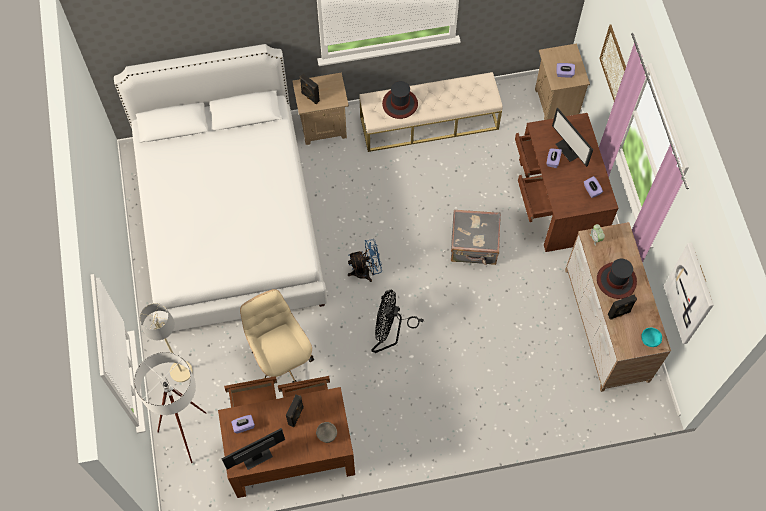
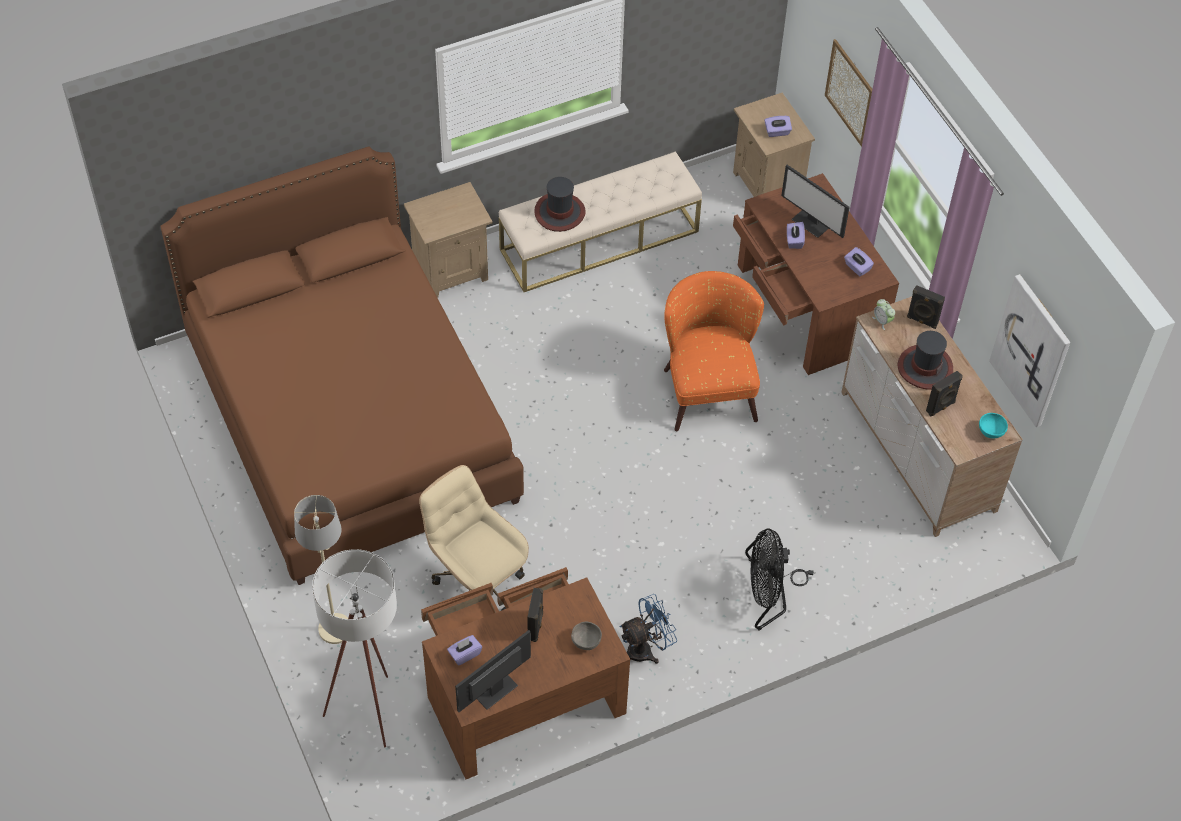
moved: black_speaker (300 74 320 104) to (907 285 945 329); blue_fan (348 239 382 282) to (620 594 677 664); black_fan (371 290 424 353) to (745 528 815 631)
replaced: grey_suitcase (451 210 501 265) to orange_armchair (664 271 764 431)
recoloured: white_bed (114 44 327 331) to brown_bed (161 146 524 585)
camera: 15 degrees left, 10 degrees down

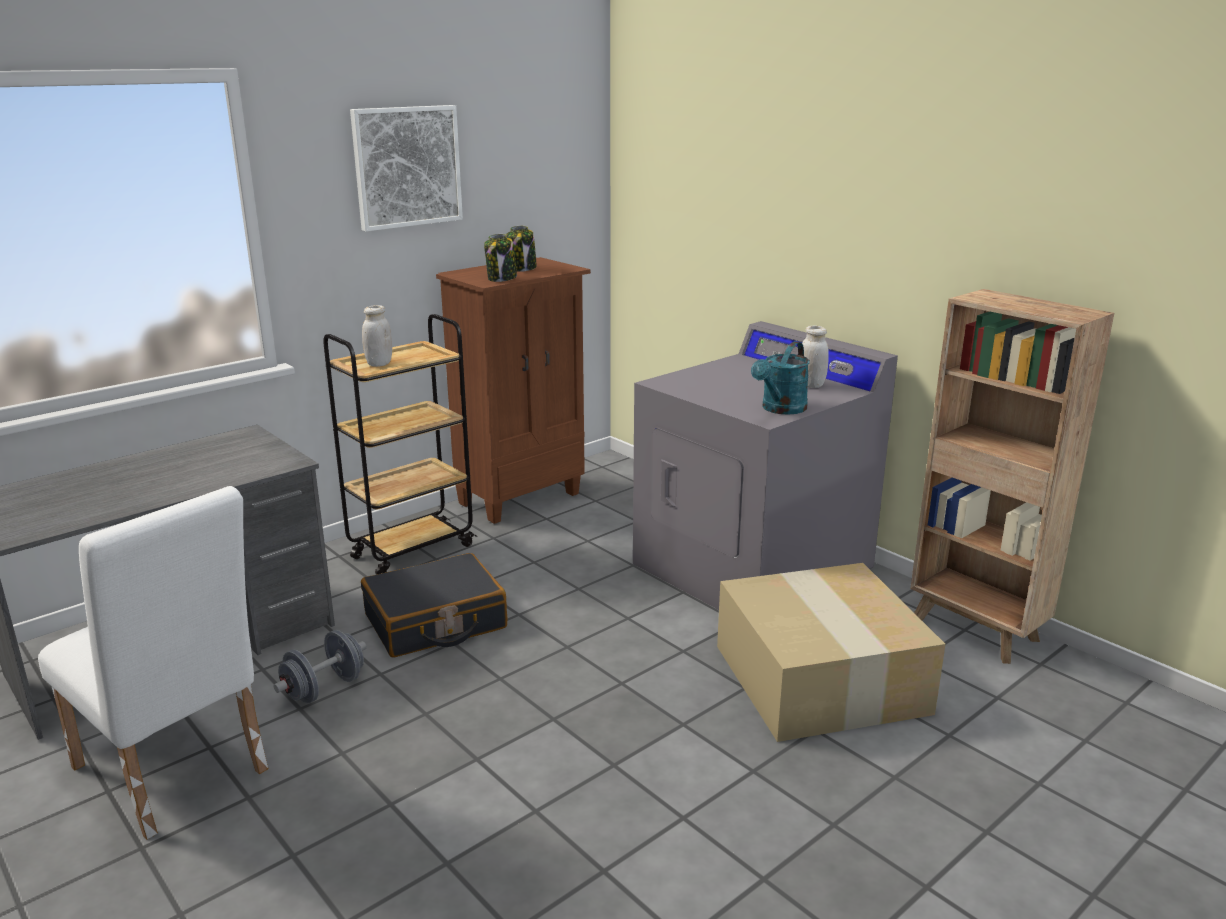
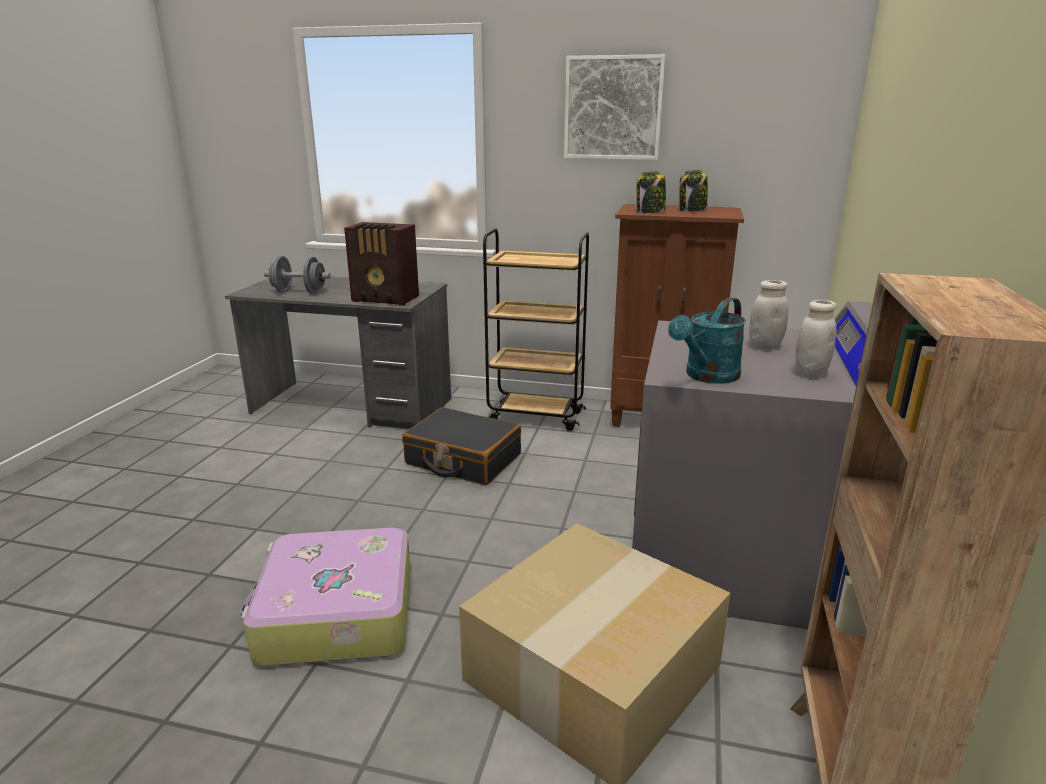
removed: white_chair (38 486 269 840)
added: suitcase (240 528 410 666); radio (344 222 419 306)
moved: grey_dumbbell (274 630 367 703) to (264 256 330 293); white_jar (362 305 392 367) to (749 280 789 350)
turned: turquoise_watering_can (751 341 810 415) = (668 297 746 384) 45 degrees counterclockwise
camera: 55 degrees right, 0 degrees up

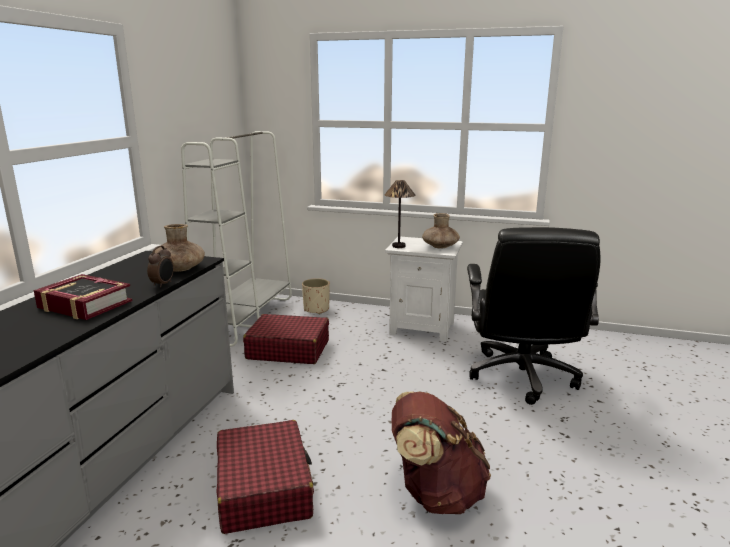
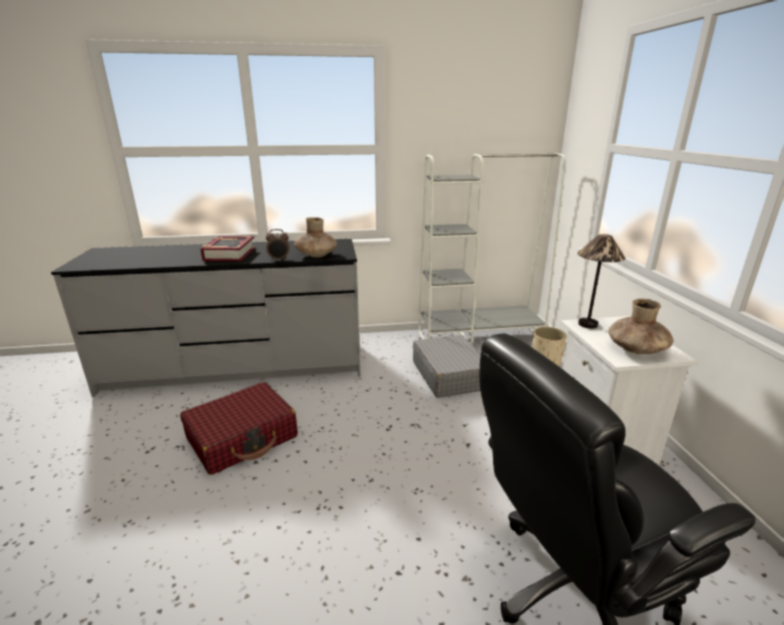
removed: brown_backpack (392 391 491 514)
recoloured: red_suitcase (243 314 329 364) to grey_suitcase (413 335 481 398)
camera: 65 degrees right, 5 degrees up

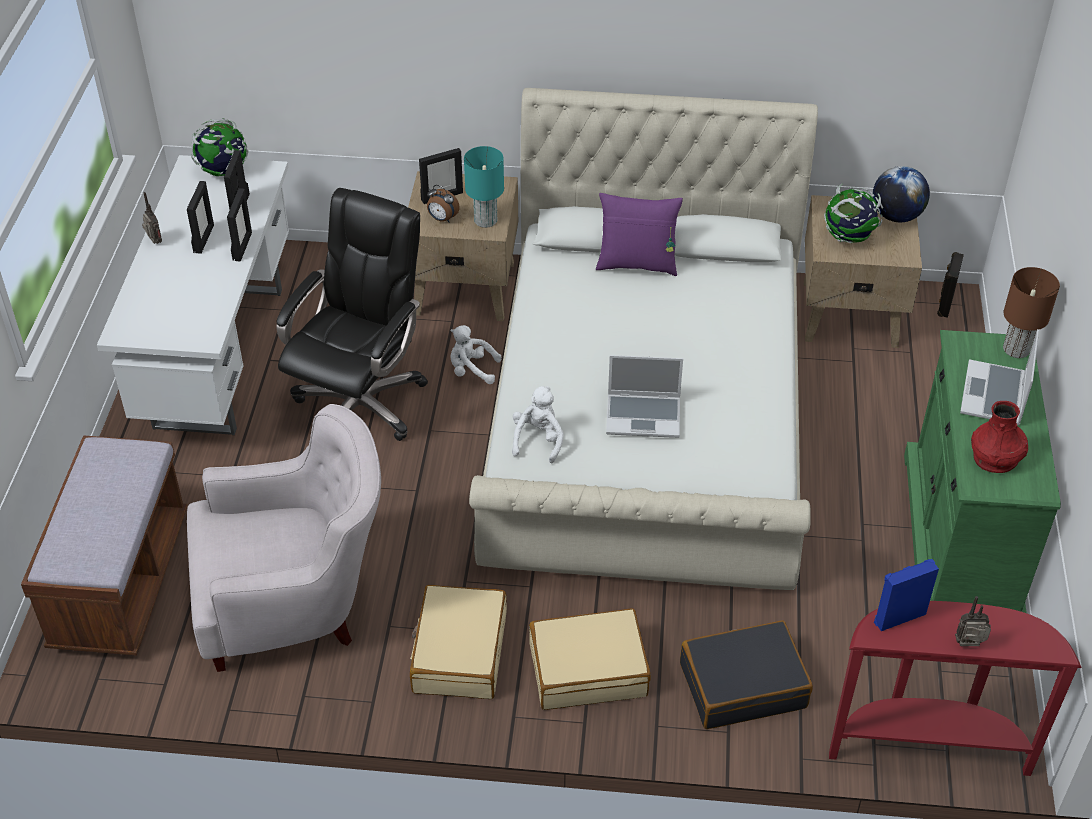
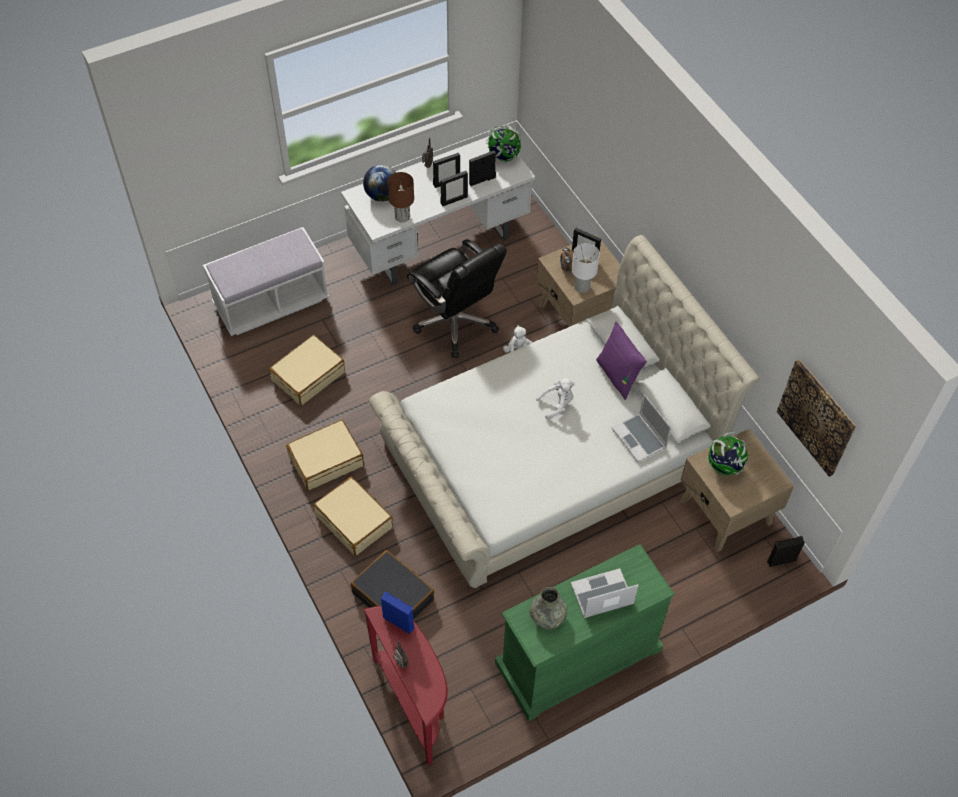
added: picture (777 359 856 477)
moved: white_plush_toy (512 386 564 463) to (536 378 575 419); laptop (606 355 683 438) to (612 394 671 462); globe (873 166 930 222) to (363 165 398 202); brown_table_lamp (1003 267 1060 358) to (388 172 414 222)
replaced: white_armchair (187 404 381 672) to beige_suitcase (269 335 345 406)
recoloured: brown_bench (21 435 188 656) to white_bench (203 227 329 336); turquoise_table_lamp (464 146 504 228) to white_table_lamp (572 243 600 293); red_vase (971 401 1028 473) to grey_vase (530 587 567 630)
turned: black_office_chair (276 188 428 441) = (407 239 507 358) 60 degrees clockwise
camera: 55 degrees right, 10 degrees up

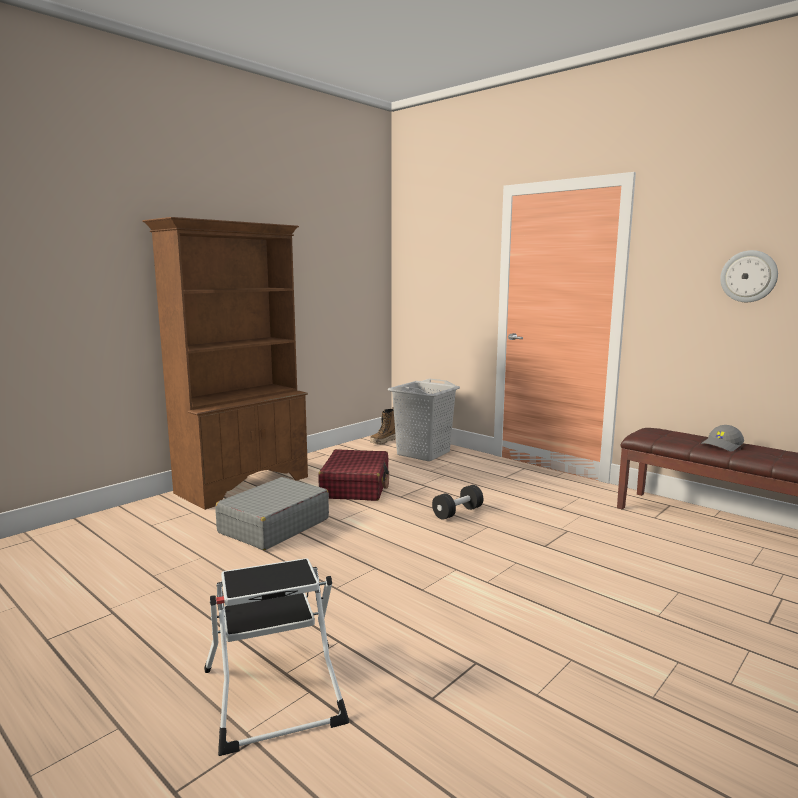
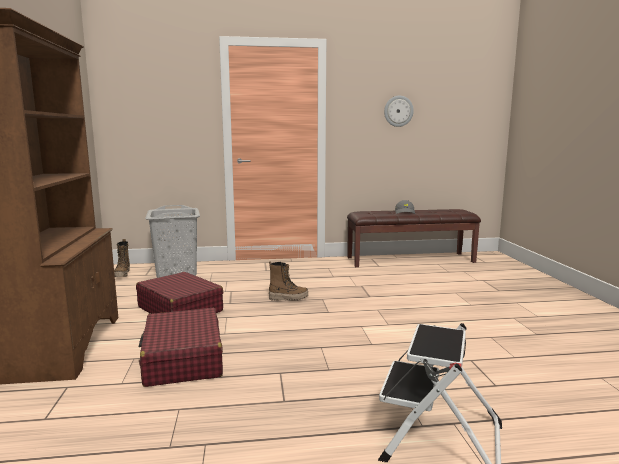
replaced: black_dumbbell (432 485 483 520) to boot (269 261 308 301)
recoloured: grey_suitcase (216 477 329 550) to red_suitcase (139 308 223 387)
camera: 50 degrees left, 0 degrees up

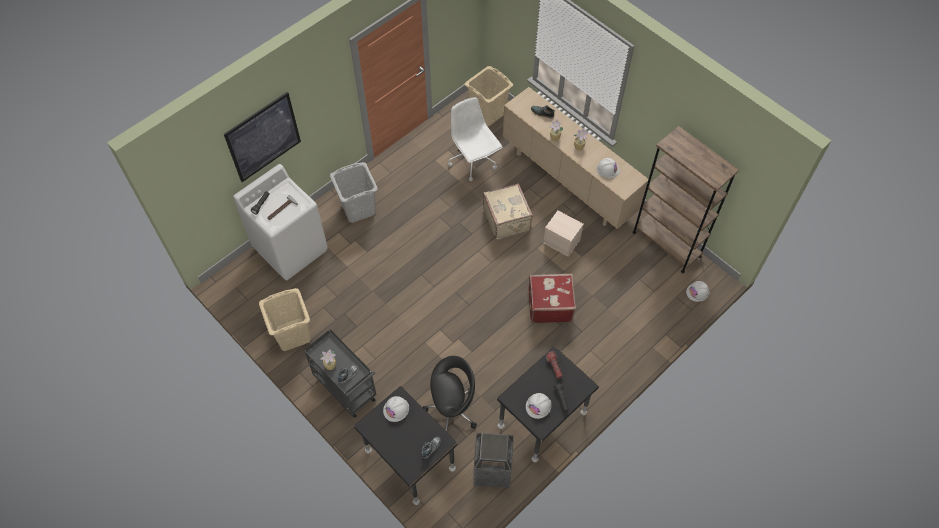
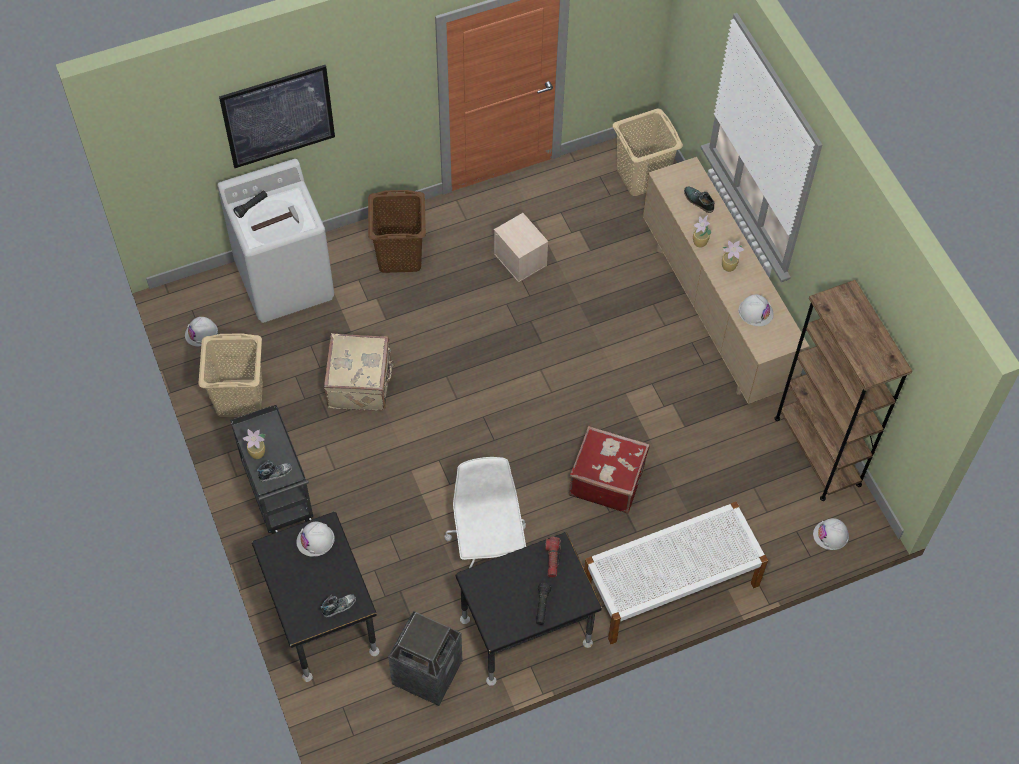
removed: black_office_chair (423 356 477 432)
added: white_bench (584 501 768 644)
moved: white_office_chair (448 97 502 181) to (444 457 526 568); beige_suitcase (483 184 533 240) to (324 333 395 411); white_hard_hat (526 393 551 419) to (185 317 218 347); beige_storage_box (543 211 584 257) to (494 213 548 283)
recoloured: grey_laundry_basket (330 162 378 223) to brown_laundry_basket (368 190 426 273)
camera: 20 degrees right, 0 degrees up

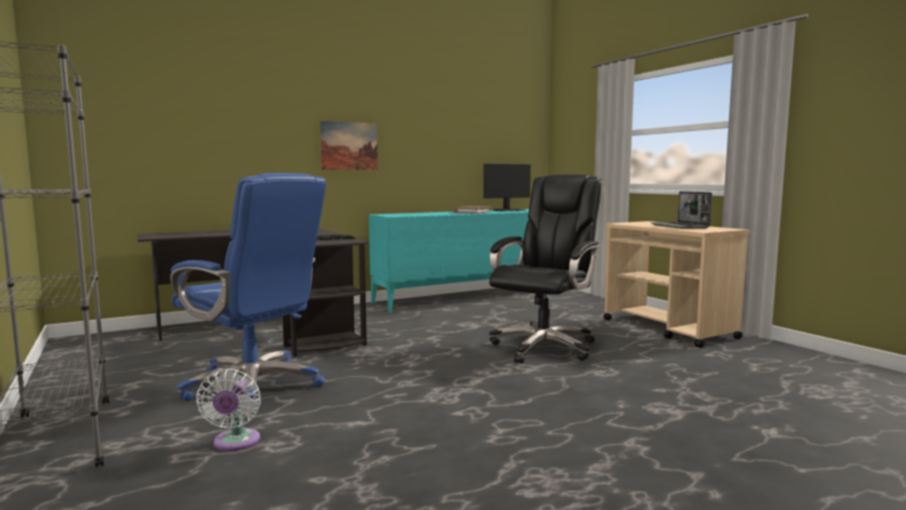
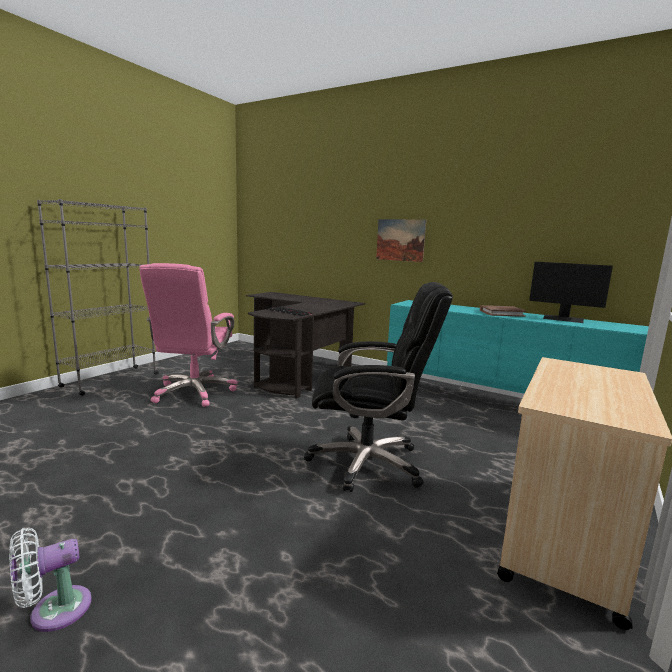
removed: laptop (651 191 712 229)
moved: white_fan (196 369 261 451) to (9 528 92 632)
recoloured: blue_office_chair (170 173 326 412) to pink_office_chair (139 263 238 407)
camera: 60 degrees right, 5 degrees up

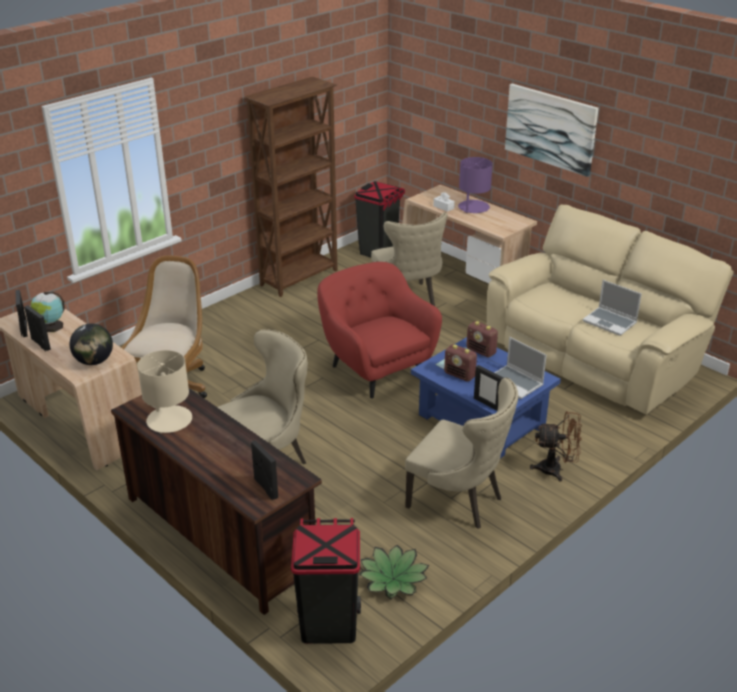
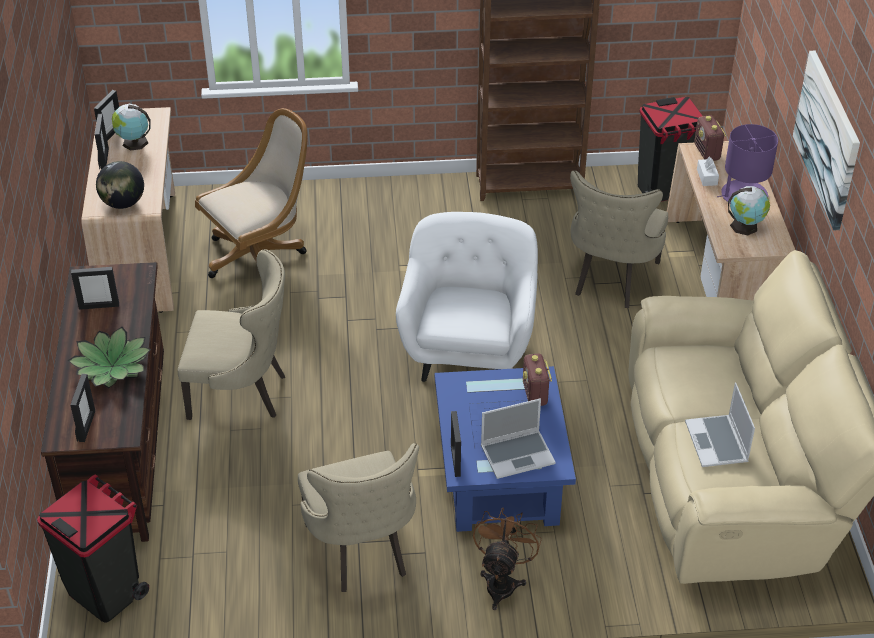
added: globe (728 186 770 235)
moved: potted_plant (359 545 429 599) to (68 327 151 388); radio (444 344 477 381) to (694 115 726 161)
replaced: beige_table_lamp (137 350 192 433) to picture_frame (71 267 119 310)
recoloured: red_armchair (317 262 442 398) to white_armchair (396 212 538 382)
turned: laptop (495 337 546 399) = (481 398 556 479) 105 degrees counterclockwise; brown_fan (530 411 582 482) = (473 508 542 610) 120 degrees counterclockwise
camera: 40 degrees right, 10 degrees up

